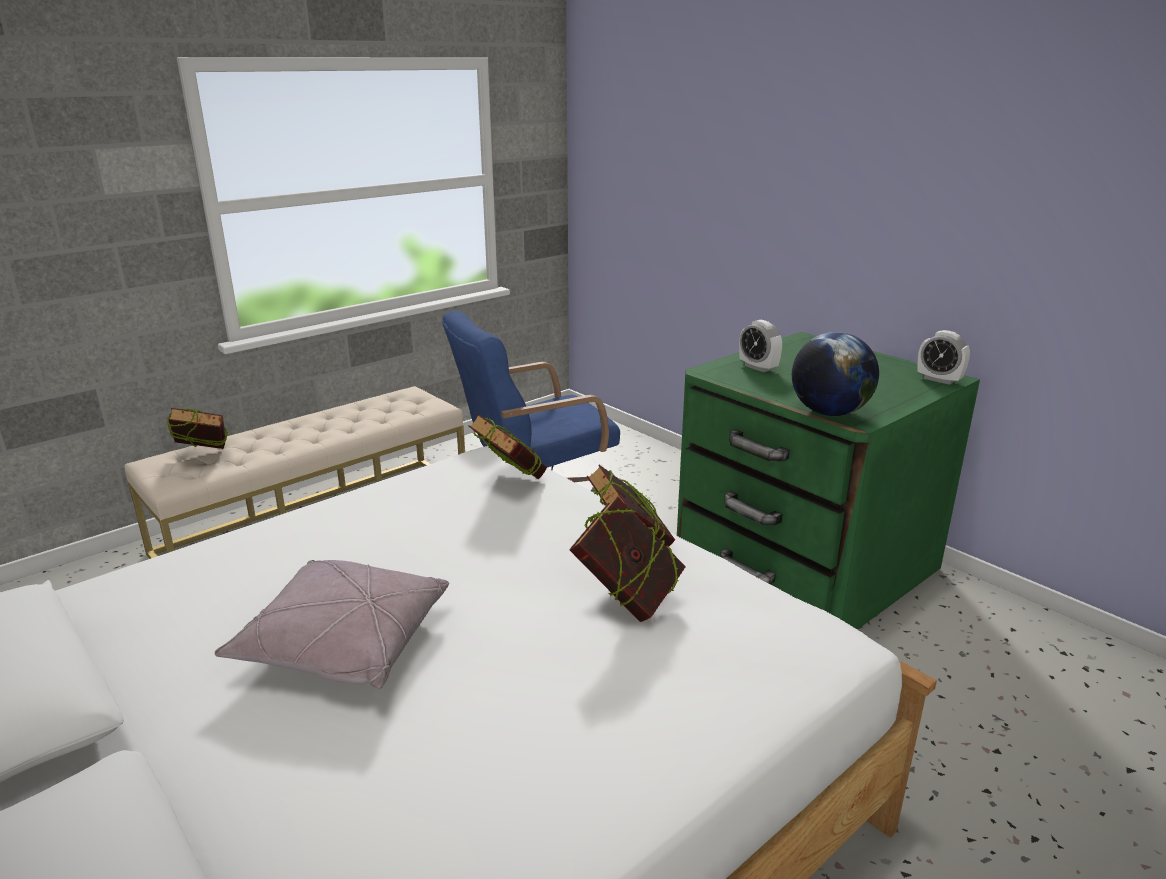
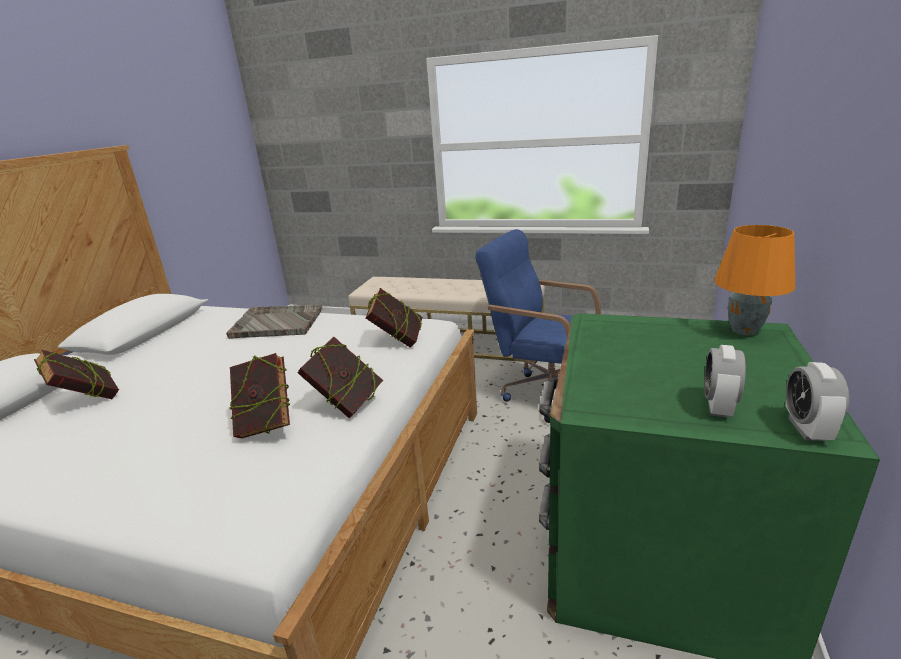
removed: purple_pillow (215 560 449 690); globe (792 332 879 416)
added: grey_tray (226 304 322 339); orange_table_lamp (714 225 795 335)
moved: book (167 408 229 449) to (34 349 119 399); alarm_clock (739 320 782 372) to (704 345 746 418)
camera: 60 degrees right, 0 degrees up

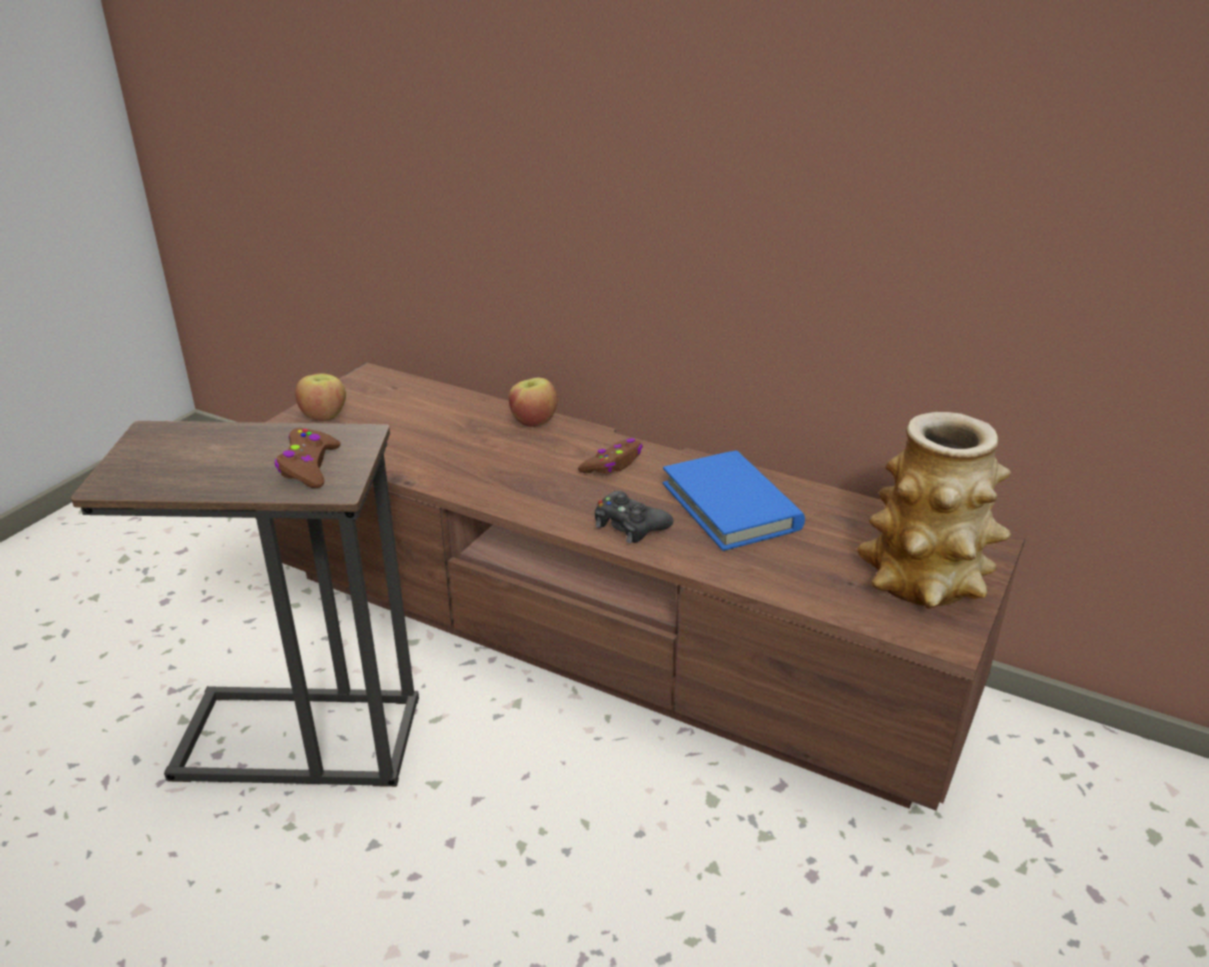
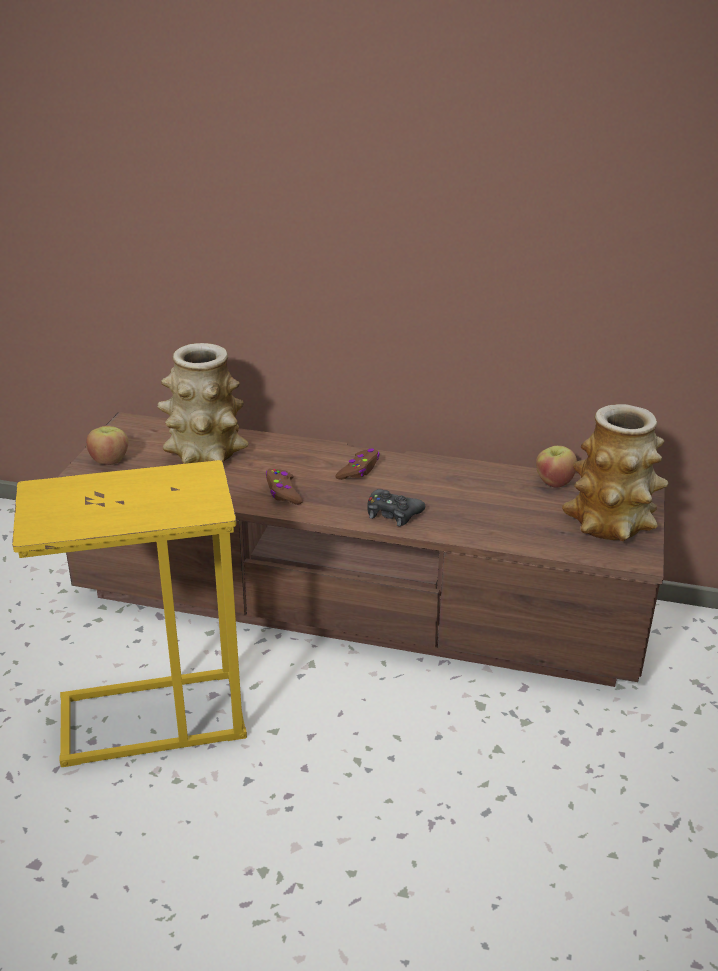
removed: blue_book (663 450 805 551)
added: vase (157 343 249 464)
moved: brown_game_controller (275 428 340 488) to (266 469 303 505); apple (509 378 558 427) to (536 446 577 488)
recoloured: brown_side_table (71 421 419 787) to yellow_side_table (12 460 247 767)
camera: 15 degrees left, 0 degrees up

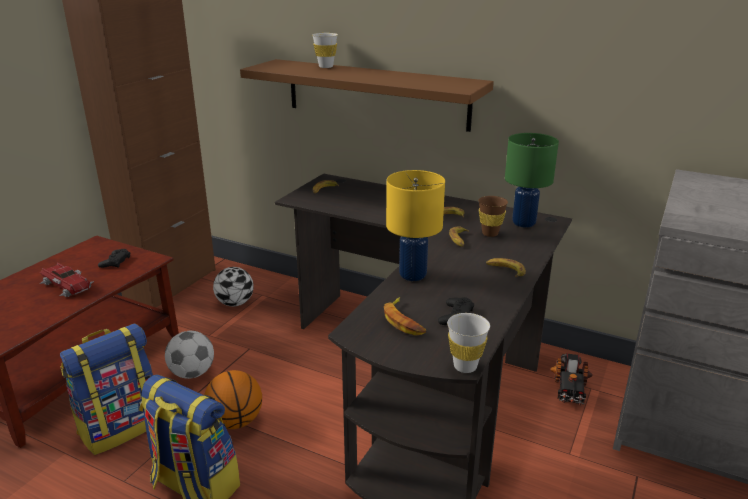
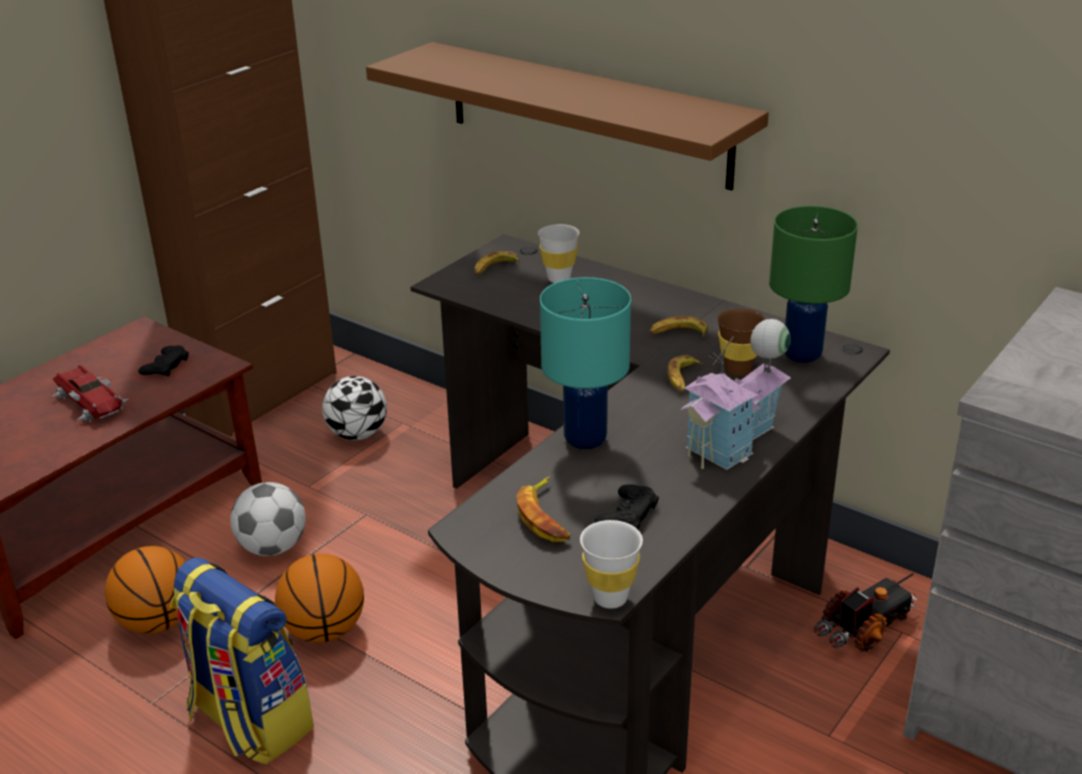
moved: white_cup (312 33 338 68) to (538 224 580 283)
replaced: backpack (60 324 153 455) to basketball (105 546 186 634); banana (486 258 526 277) to toy_house (681 319 791 470)
recoloured: yellow_table_lamp (386 170 445 281) to turquoise_table_lamp (540 277 631 449)
turned: toy_truck (550 353 593 405) = (814 573 917 652) 150 degrees counterclockwise
camera: 10 degrees right, 5 degrees up

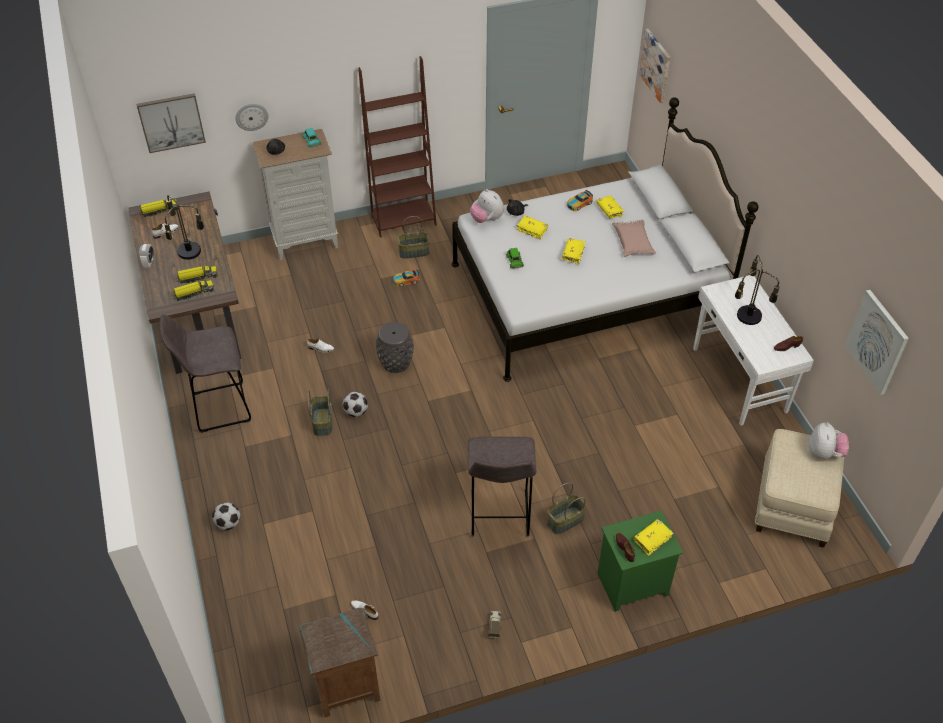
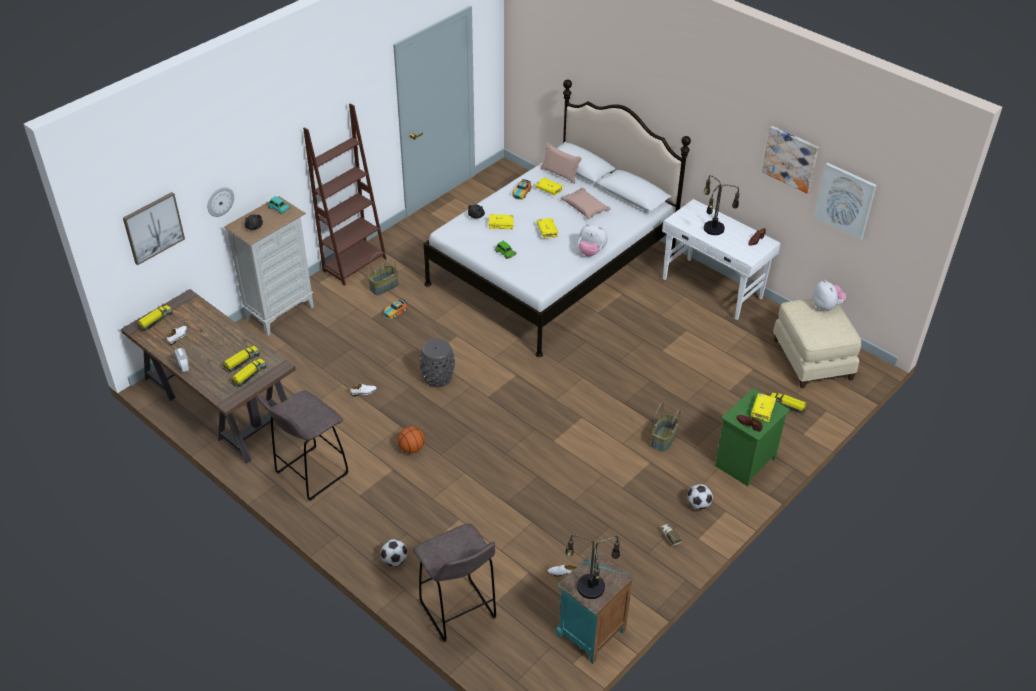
added: beige_pillow (540 143 582 184); toy_truck (771 392 807 414)
moved: table_lamp (164 195 204 260) to (565 535 620 599); football (343 392 368 417) to (687 484 713 510); grey_stool (468 437 536 536) to (413 523 496 643); plush_toy (470 189 504 223) to (578 224 608 256); picture (639 29 670 103) to (762 126 819 193)
replaced: basket (308 389 332 436) to basketball (398 426 425 453)
camera: 30 degrees left, 5 degrees down

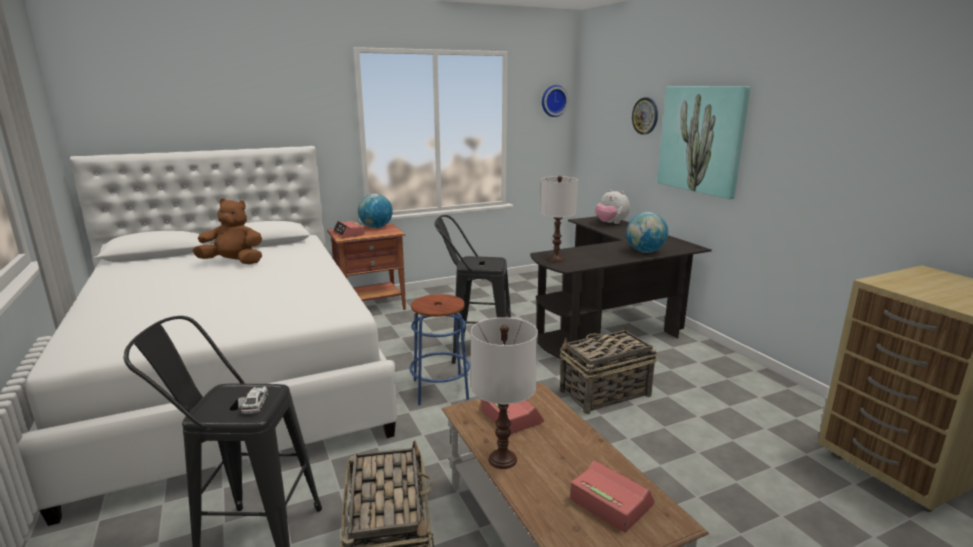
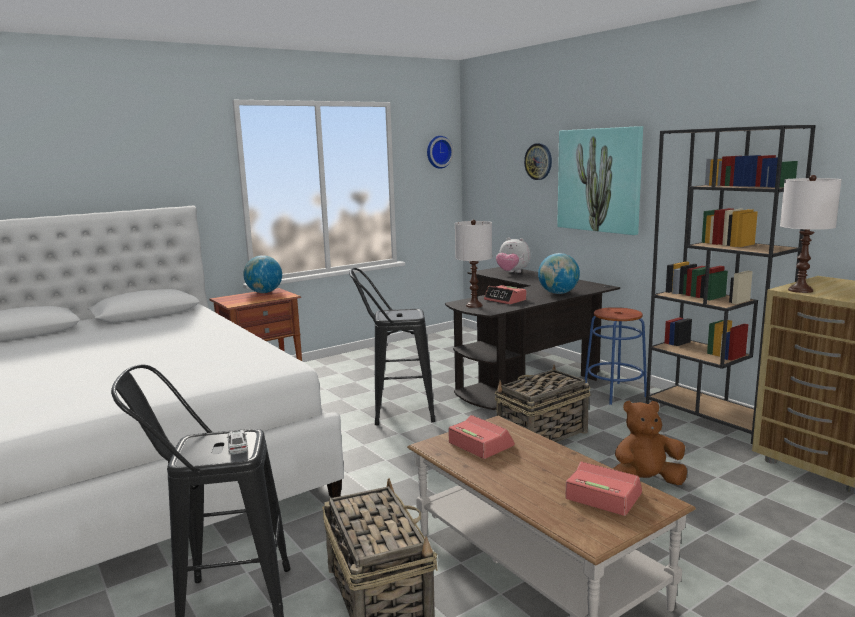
added: bookcase (646 125 816 444)
moved: brown_plush_toy (193 198 262 264) to (613 401 687 485); alarm_clock (333 221 365 238) to (484 285 526 304); blue_stool (409 294 470 405) to (585 307 647 405); white_table_lamp (471 317 538 469) to (780 175 842 293)
camera: 10 degrees left, 5 degrees down

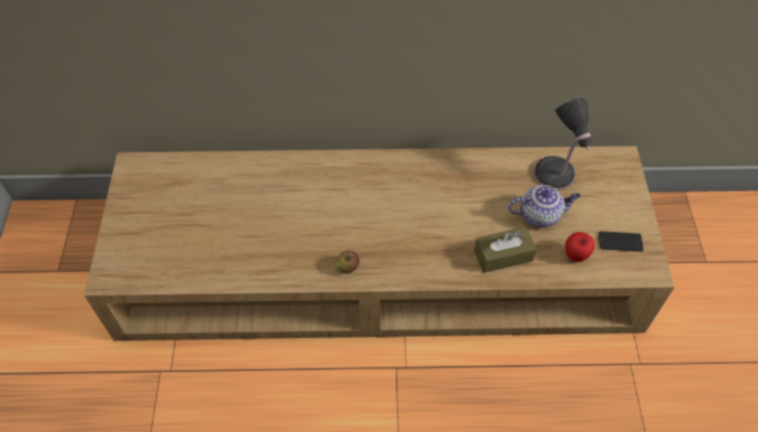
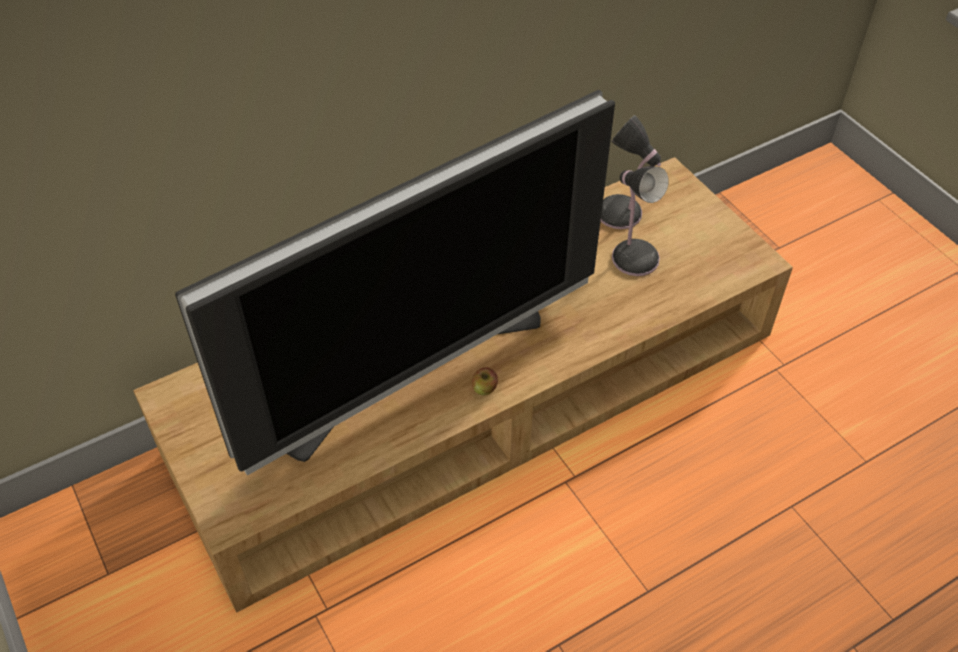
removed: brown_tissue_box (474 227 536 273); apple (565 232 594 262); phone (598 231 643 252)
added: television (175 90 615 476)
replaced: teapot (508 185 580 228) to table_lamp (612 166 669 276)
camera: 30 degrees left, 5 degrees down

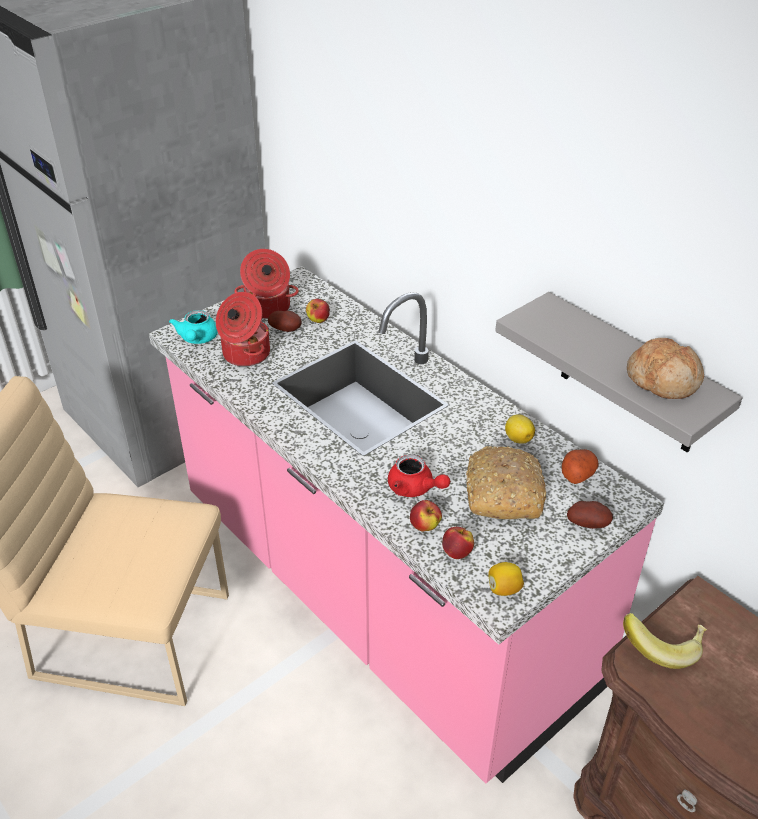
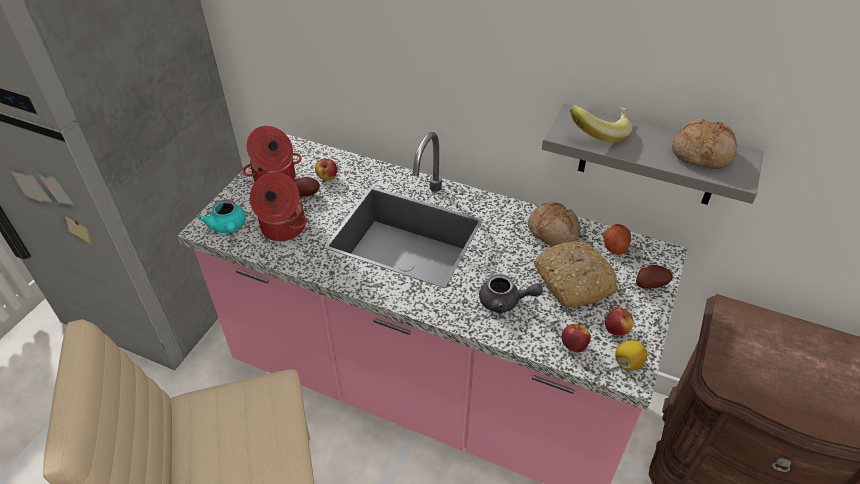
moved: apple (410 500 442 531) to (605 308 634 336); banana (623 613 707 669) to (570 105 633 143)
replaced: lemon (505 414 535 444) to bread (528 202 581 246)
recoloured: red_teapot (388 454 450 497) to grey_teapot (479 274 543 313)
camera: 25 degrees left, 5 degrees up

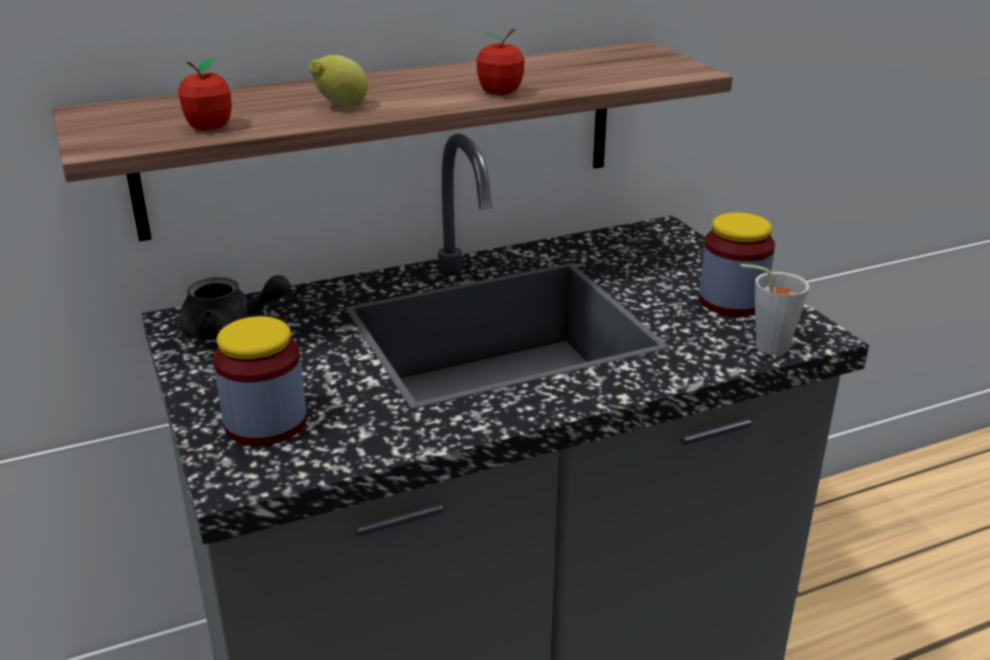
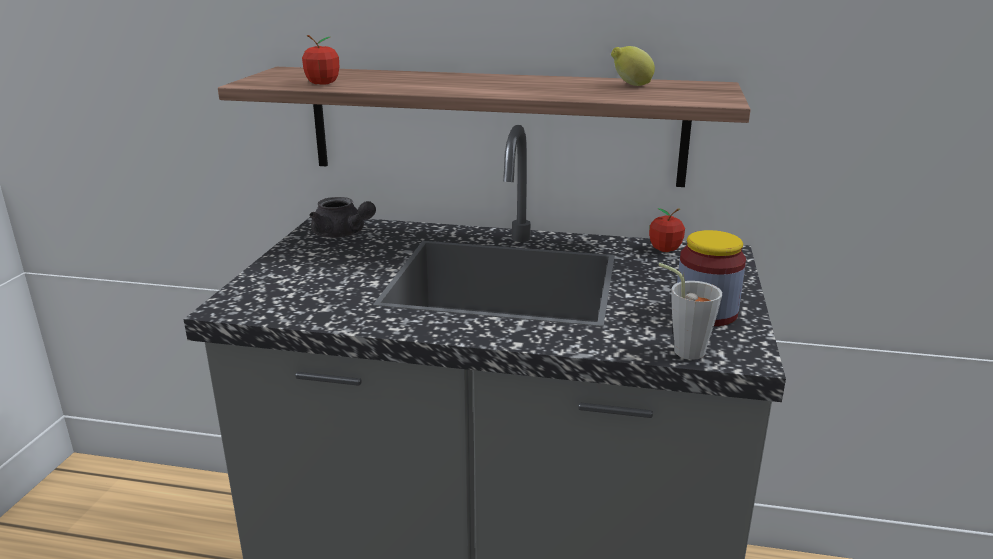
removed: jar (213 316 307 446)
moved: lemon (309 55 368 106) to (611 46 655 86); apple (477 29 524 95) to (649 208 685 252)
camera: 35 degrees right, 5 degrees down

